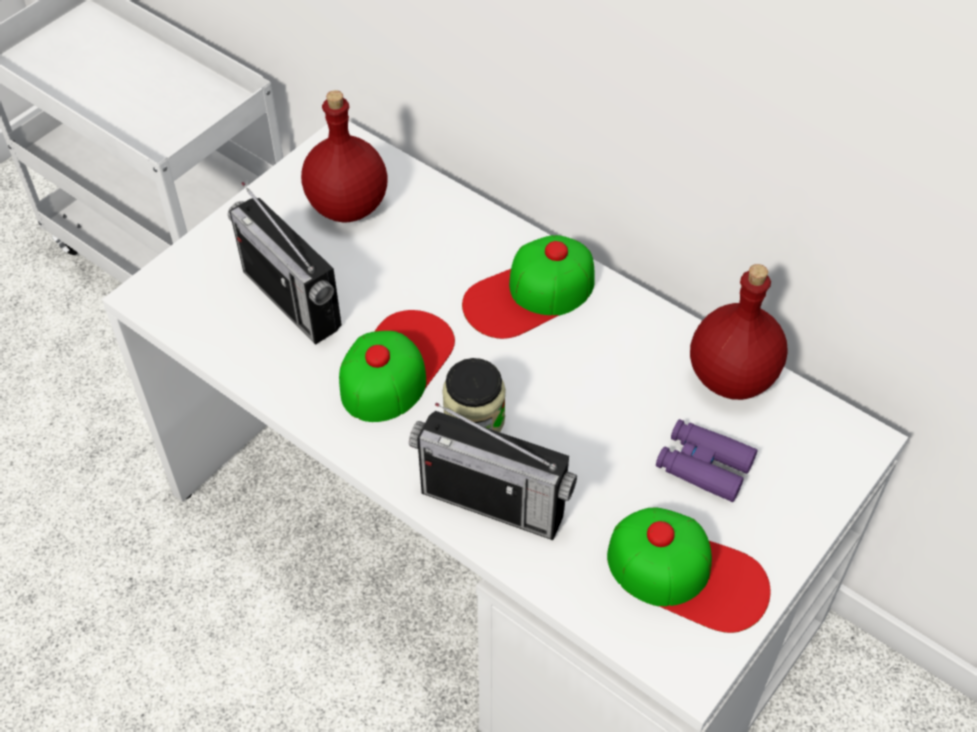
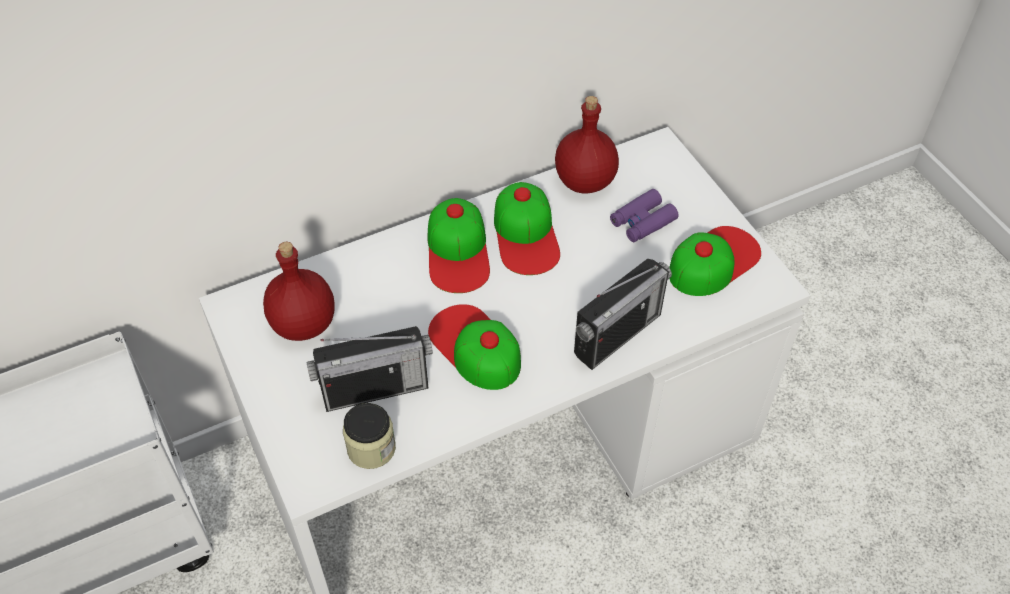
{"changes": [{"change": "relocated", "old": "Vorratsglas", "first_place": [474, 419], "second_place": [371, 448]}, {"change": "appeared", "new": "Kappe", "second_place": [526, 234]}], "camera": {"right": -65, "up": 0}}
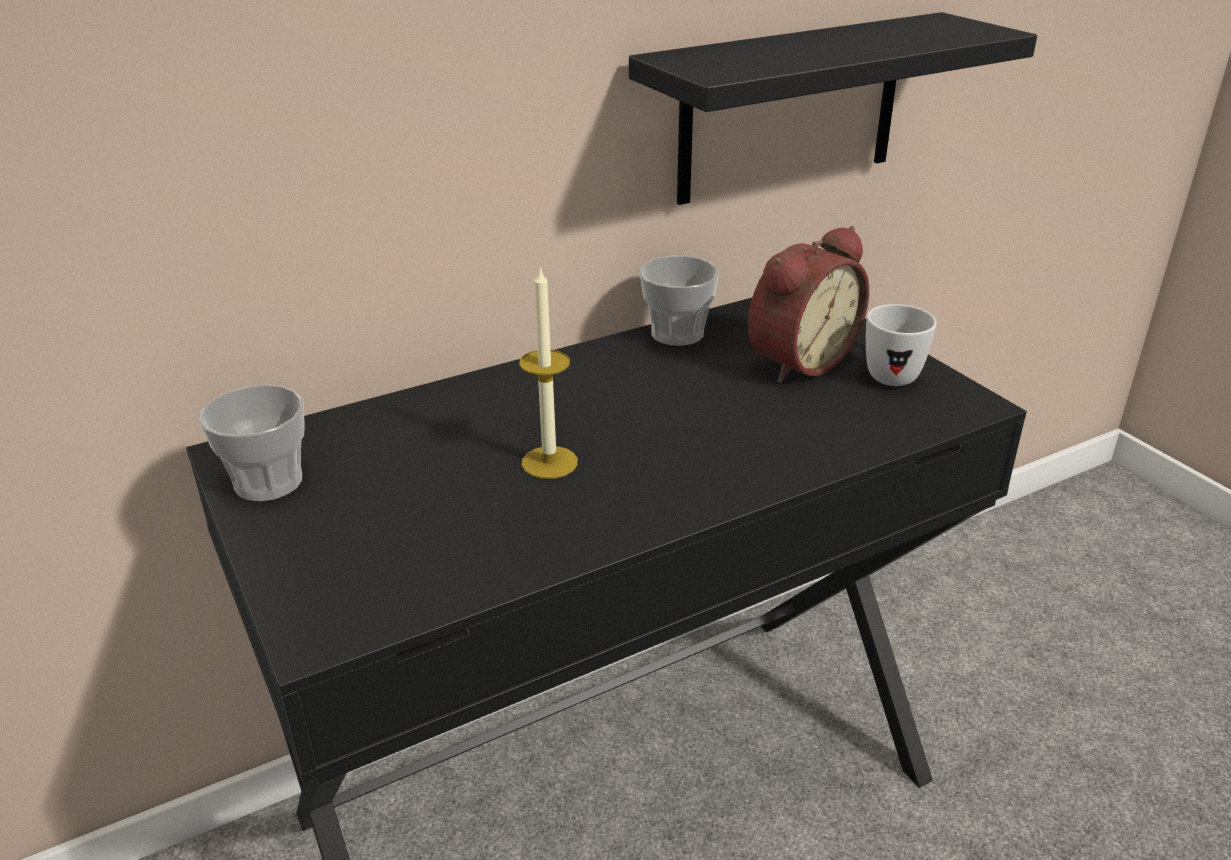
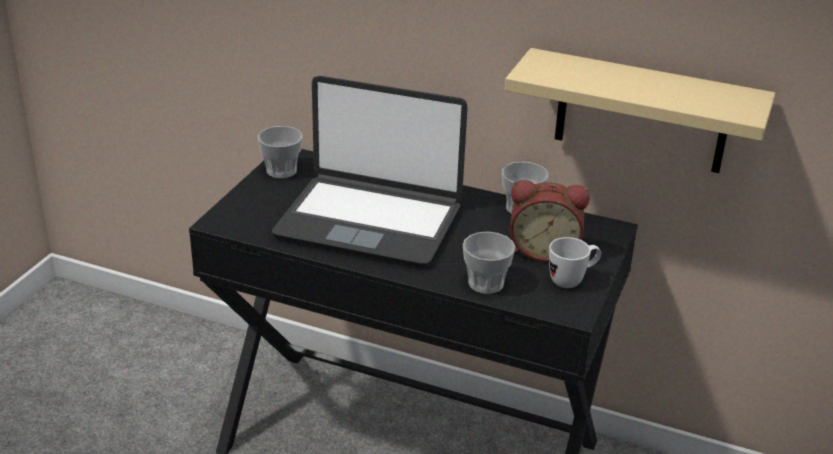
{"changes": [{"change": "exchanged", "old": "Kerze", "new": "Laptop", "first_place": [549, 462], "second_place": [370, 221]}, {"change": "colour", "old": "Wandregal [schwarz]", "new": "Wandregal [beige]", "first_place": [790, 109], "second_place": [642, 112]}, {"change": "appeared", "new": "Tasse", "second_place": [486, 283]}], "camera": {"right": 50, "up": 0}}
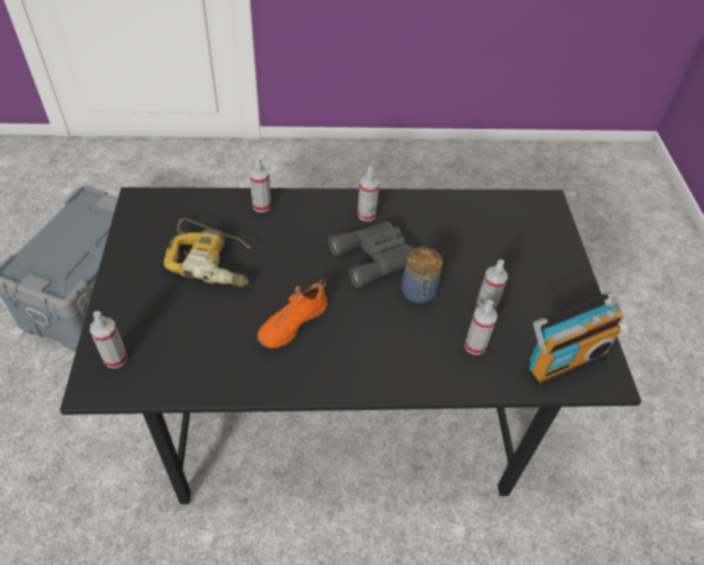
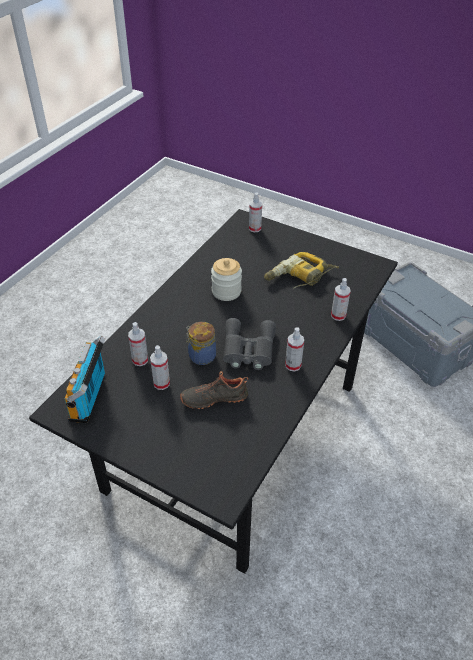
{"changes": [{"change": "exchanged", "old": "Schuh [orange]", "new": "Vorratsglas", "first_place": [291, 322], "second_place": [226, 291]}, {"change": "appeared", "new": "Schuh [schwarz]", "second_place": [214, 397]}], "camera": {"right": 125, "up": -5}}
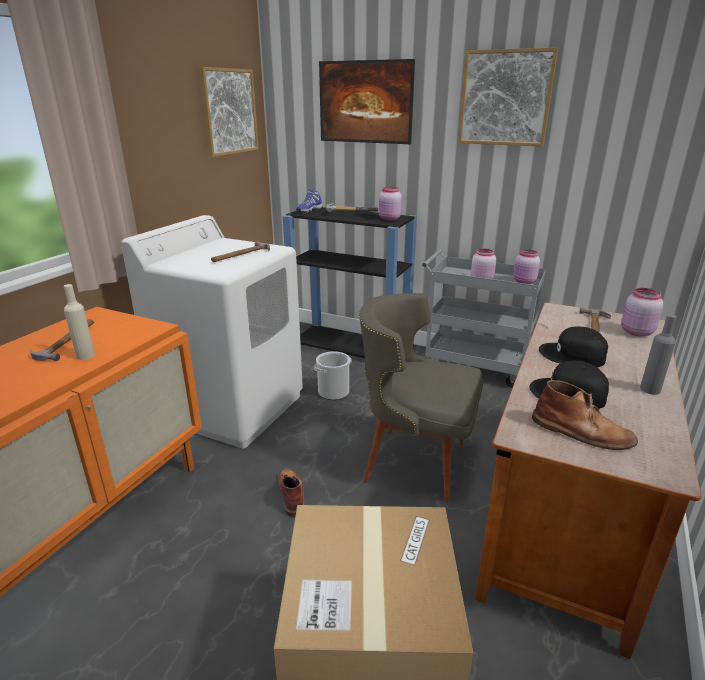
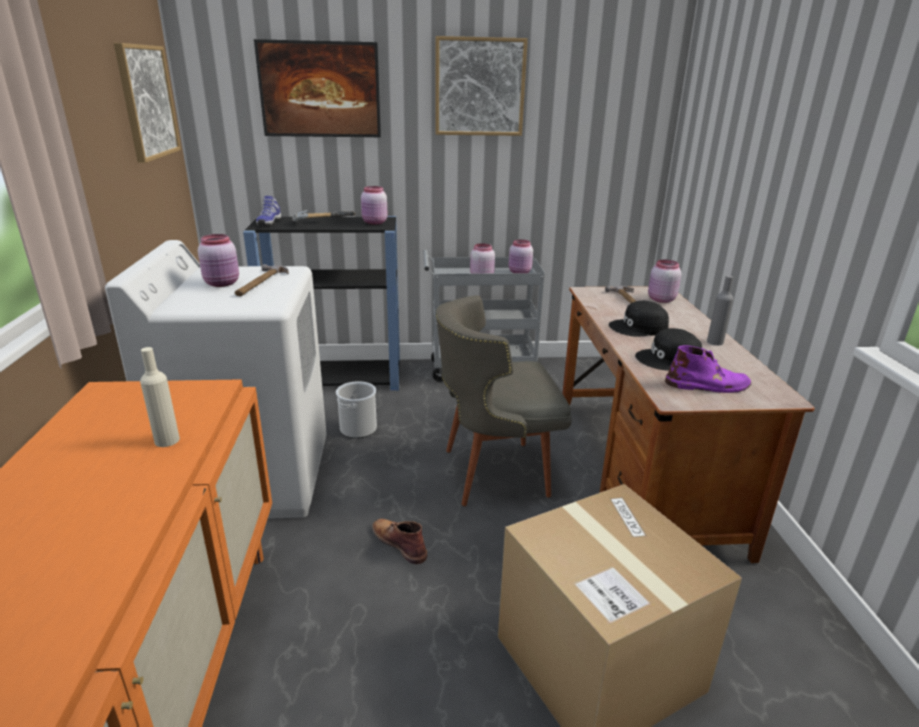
{"changes": [{"change": "missing", "old": "Hammer", "first_place": [67, 341]}, {"change": "colour", "old": "Stiefel [braun]", "new": "Stiefel [lila]", "first_place": [582, 432], "second_place": [708, 385]}, {"change": "appeared", "new": "Vorratsglas [rosa]", "second_place": [223, 283]}], "camera": {"right": -30, "up": 0}}
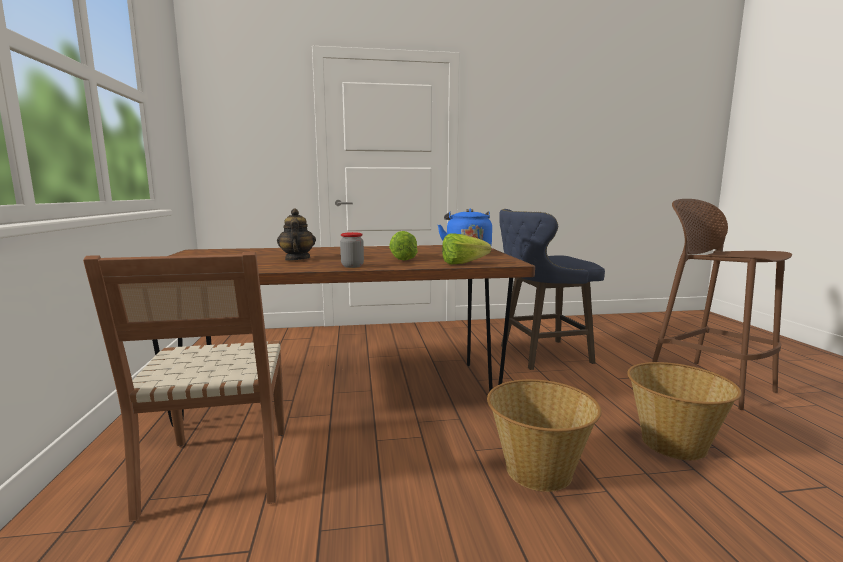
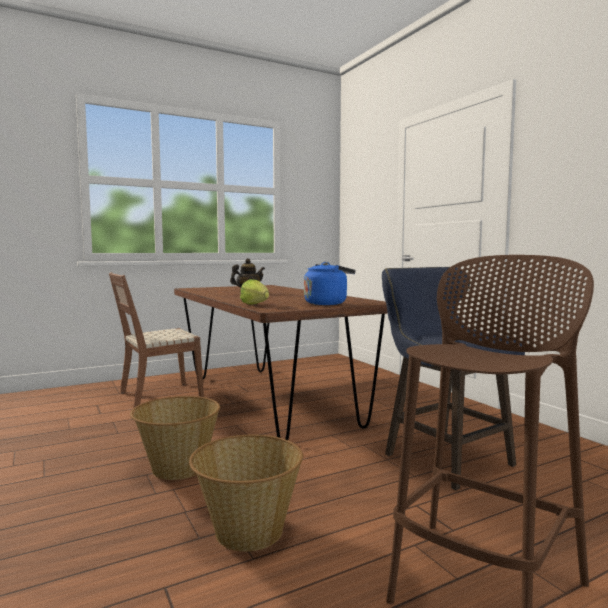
{"changes": [{"change": "missing", "old": "Vorratsglas", "first_place": [352, 266]}, {"change": "missing", "old": "Salatkopf", "first_place": [404, 258]}], "camera": {"right": 70, "up": -5}}
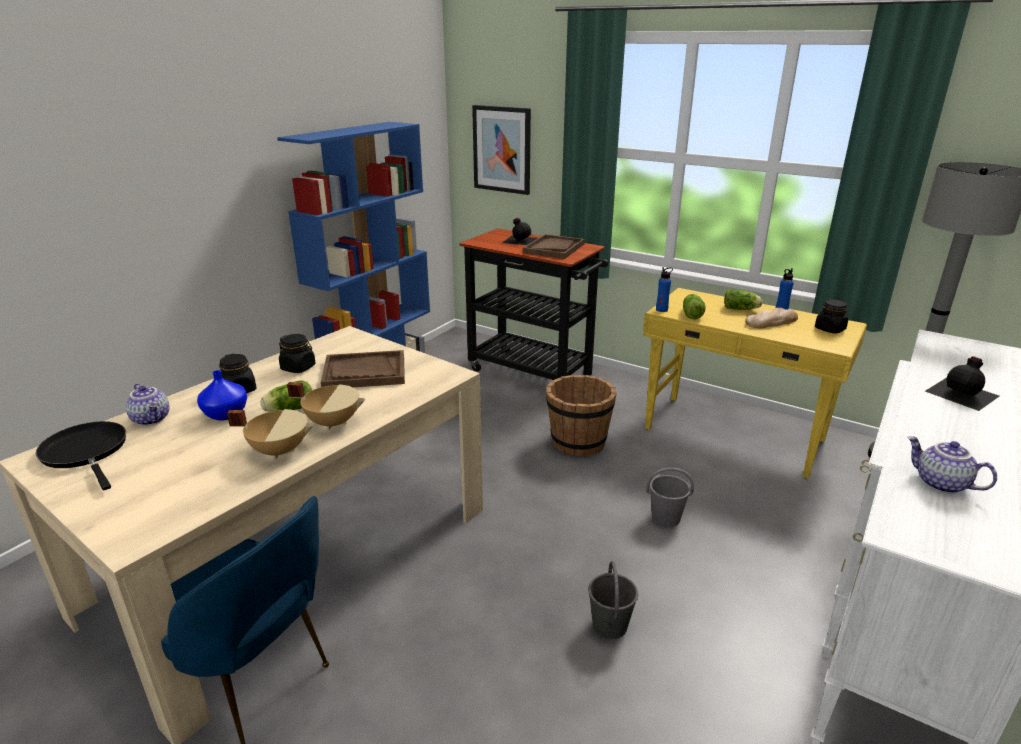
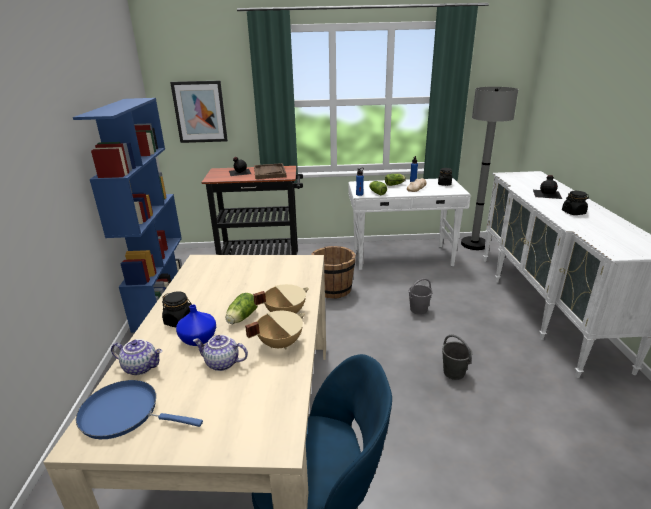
{"changes": [{"change": "colour", "old": "Pfanne [schwarz]", "new": "Pfanne [blau]", "first_place": [86, 452], "second_place": [125, 413]}, {"change": "relocated", "old": "Vorratsglas [schwarz]", "first_place": [298, 368], "second_place": [573, 212]}, {"change": "missing", "old": "Tablett [braun]", "first_place": [364, 372]}, {"change": "colour", "old": "Konsolentisch [gelb]", "new": "Konsolentisch [weiß]", "first_place": [734, 435], "second_place": [402, 257]}, {"change": "relocated", "old": "Teekanne", "first_place": [940, 484], "second_place": [221, 364]}], "camera": {"right": -35, "up": 0}}
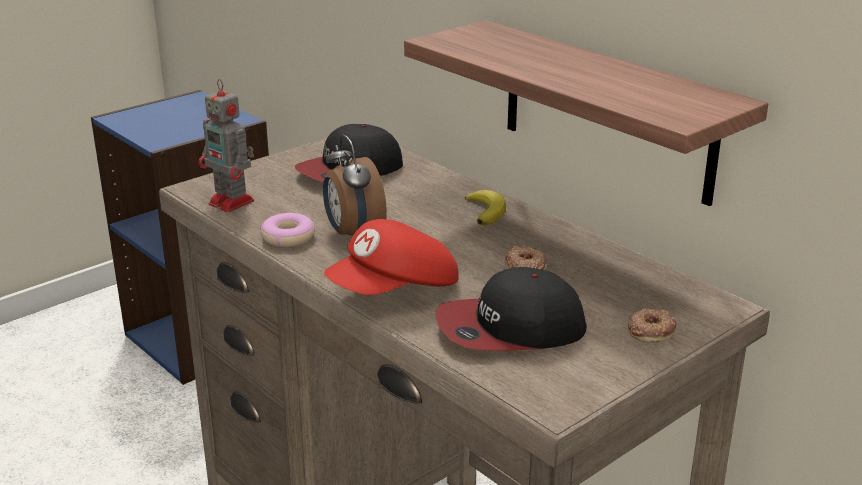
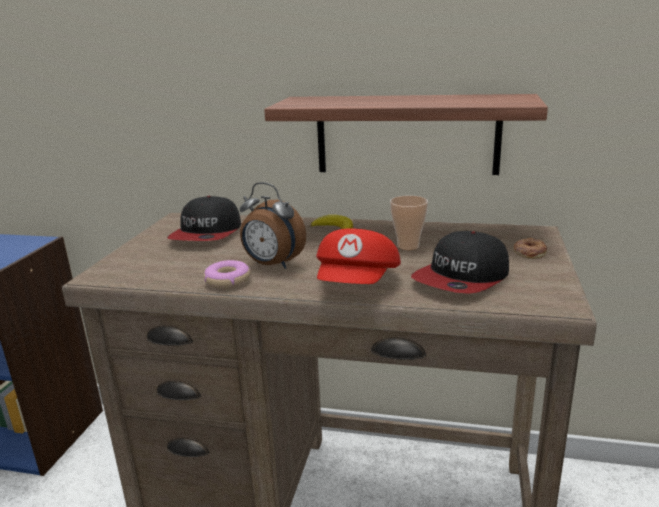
{"changes": [{"change": "missing", "old": "Spielzeugroboter", "first_place": [233, 203]}, {"change": "exchanged", "old": "Donut", "new": "Tasse", "first_place": [525, 266], "second_place": [408, 246]}], "camera": {"right": -35, "up": -5}}
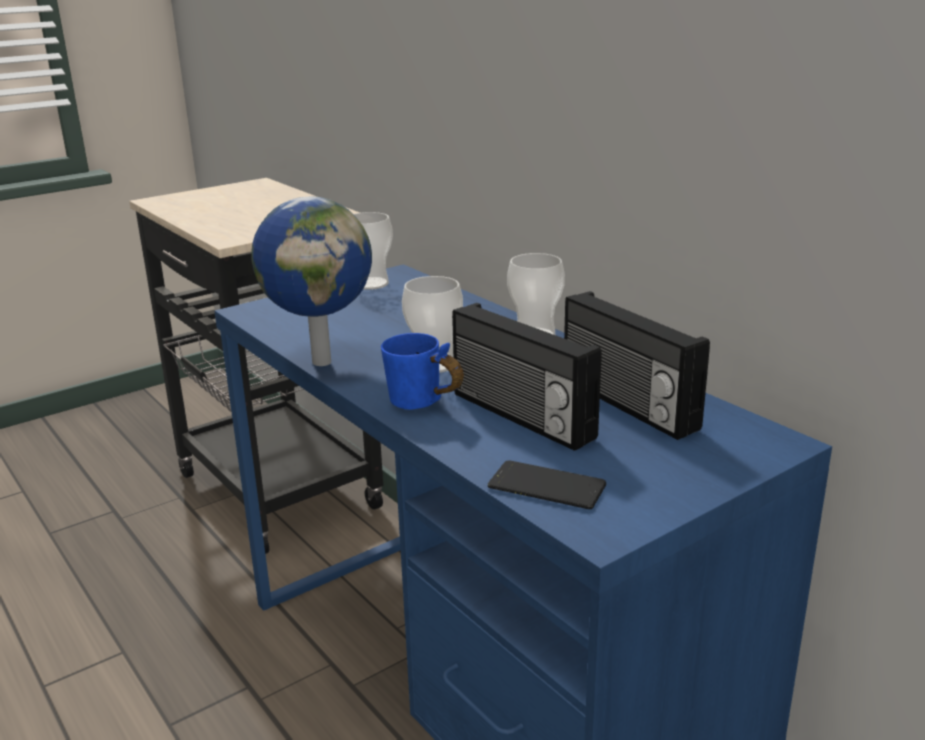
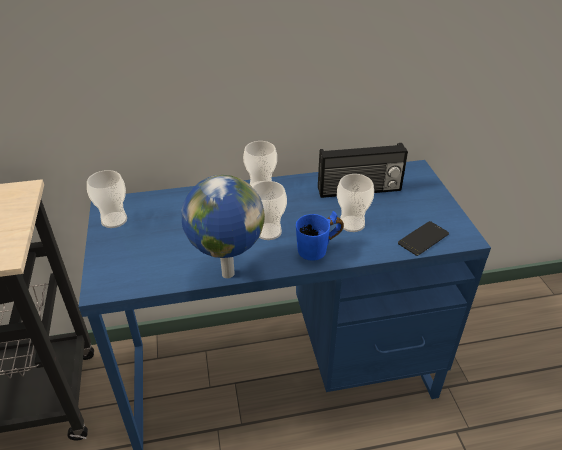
{"changes": [{"change": "exchanged", "old": "Radio", "new": "Tasse", "first_place": [520, 416], "second_place": [352, 224]}], "camera": {"right": -65, "up": 15}}
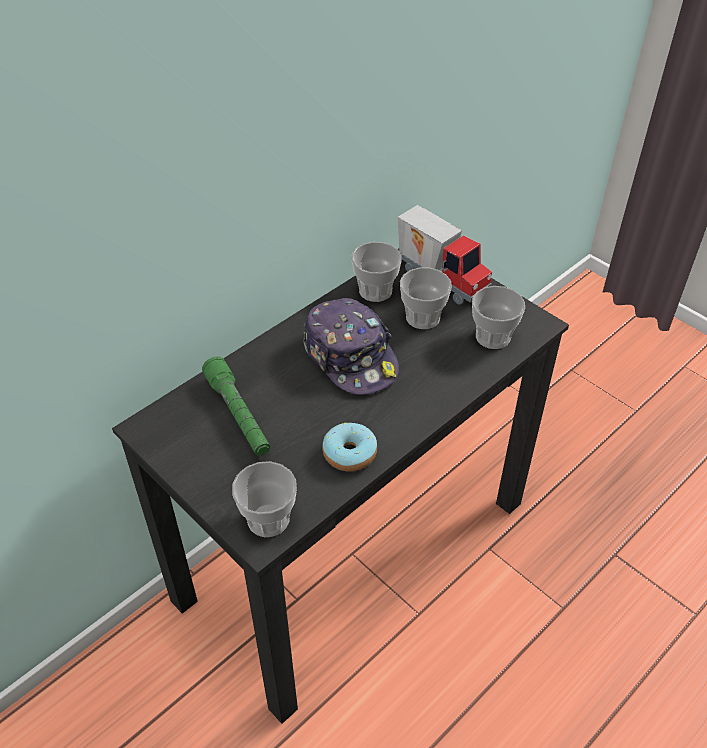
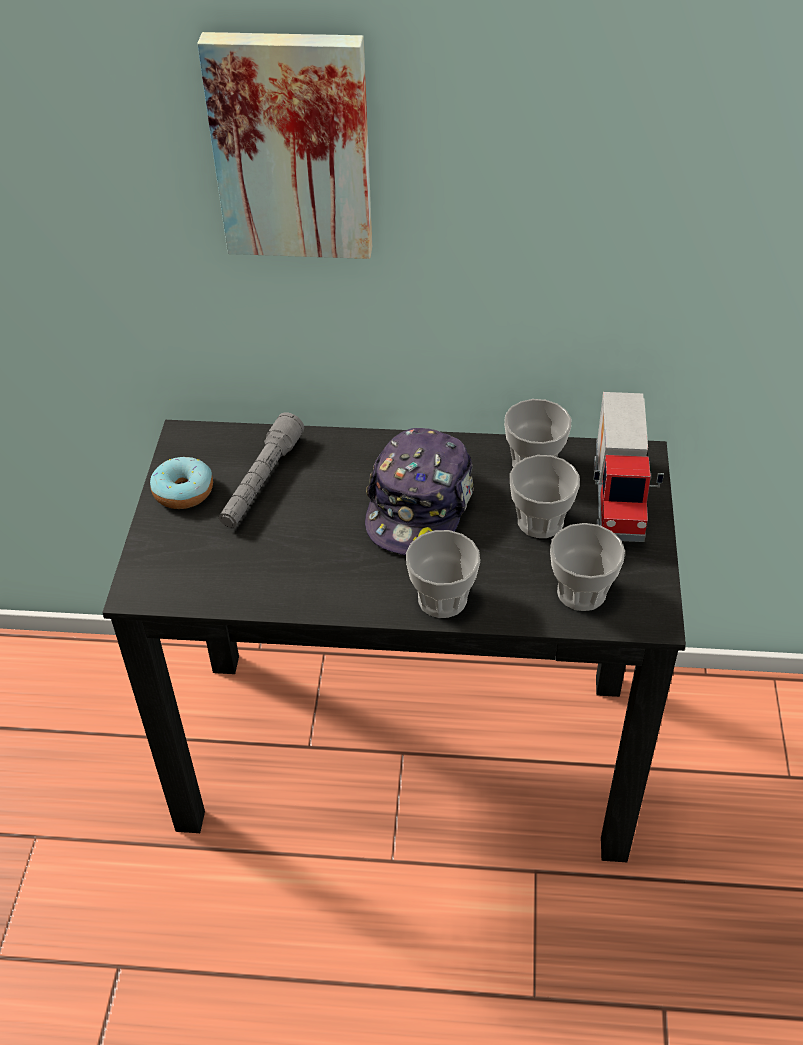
{"changes": [{"change": "colour", "old": "Taschenlampe [grün]", "new": "Taschenlampe [grau]", "first_place": [238, 414], "second_place": [261, 481]}, {"change": "relocated", "old": "Tasse", "first_place": [268, 519], "second_place": [442, 599]}, {"change": "relocated", "old": "Donut", "first_place": [349, 453], "second_place": [183, 491]}, {"change": "appeared", "new": "Bild", "second_place": [292, 146]}], "camera": {"right": 50, "up": 0}}
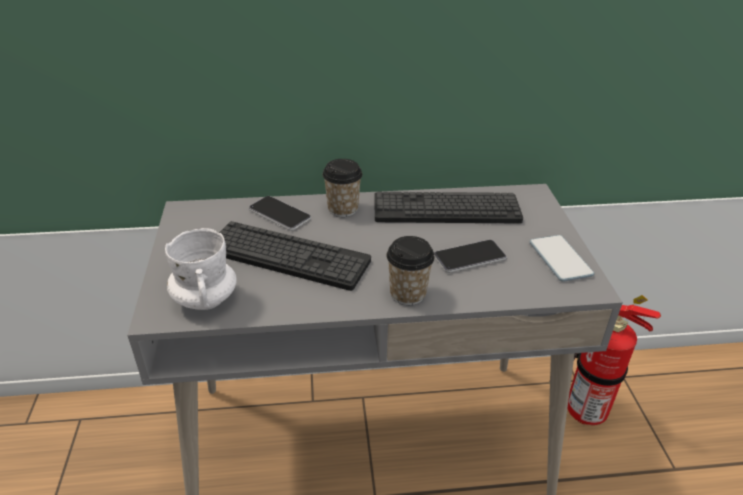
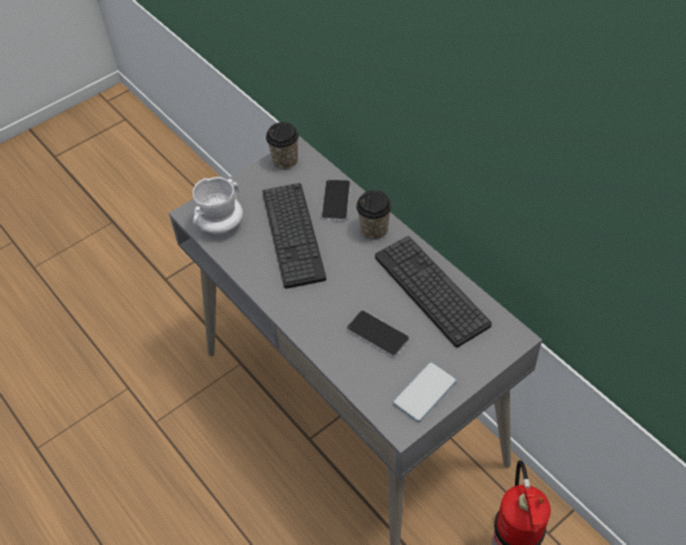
{"changes": [{"change": "relocated", "old": "Tasse", "first_place": [408, 294], "second_place": [285, 161]}], "camera": {"right": 60, "up": 15}}
